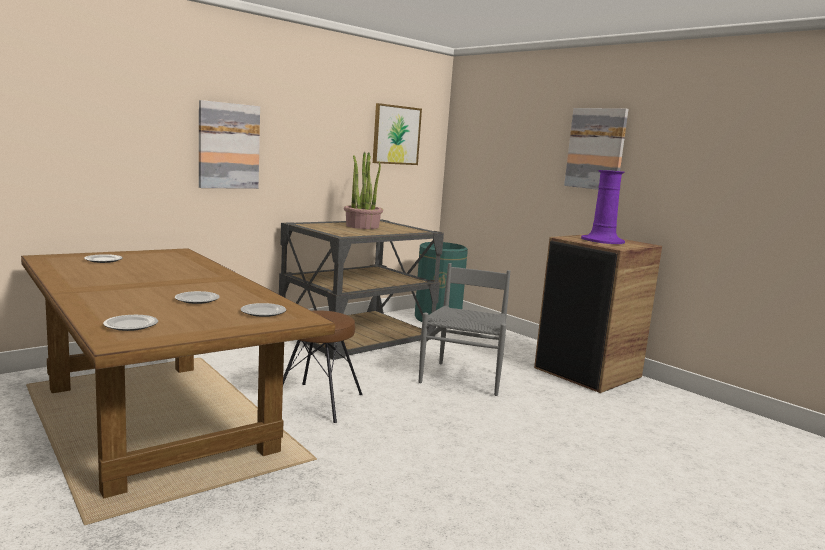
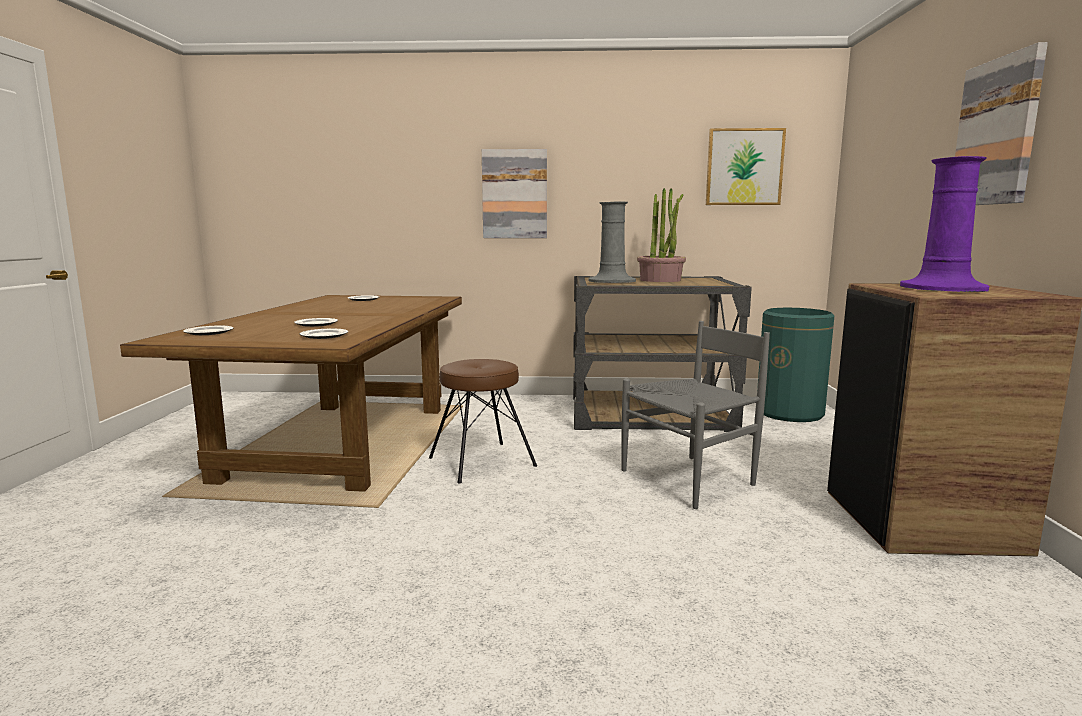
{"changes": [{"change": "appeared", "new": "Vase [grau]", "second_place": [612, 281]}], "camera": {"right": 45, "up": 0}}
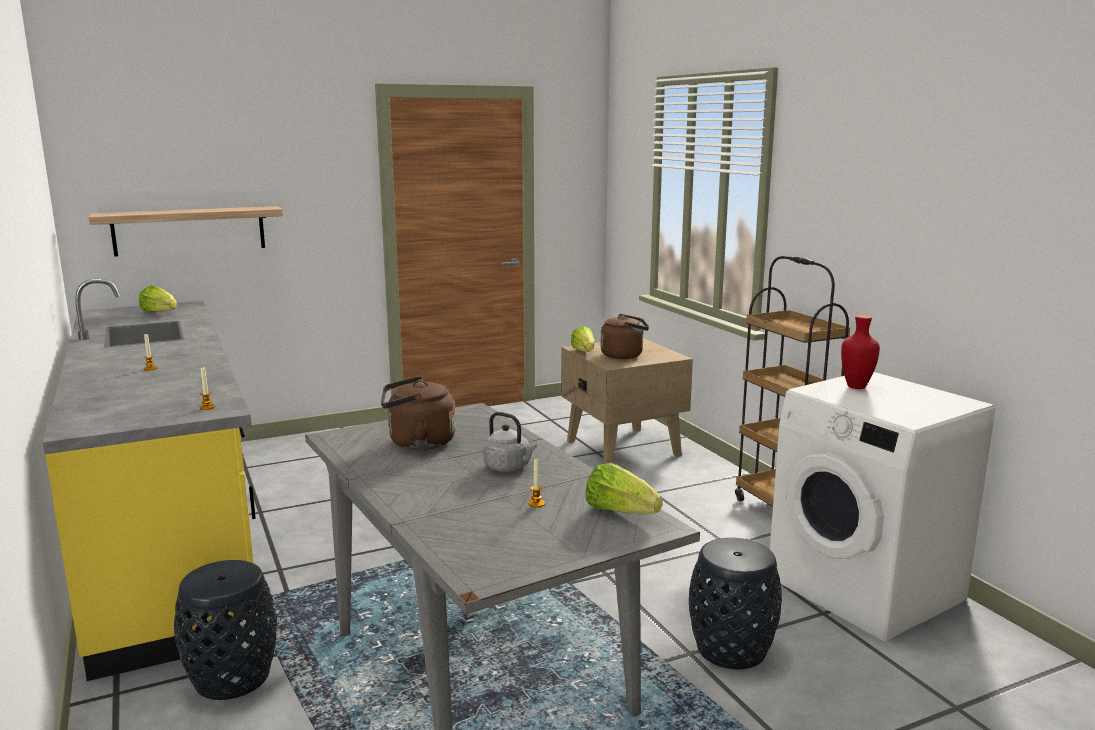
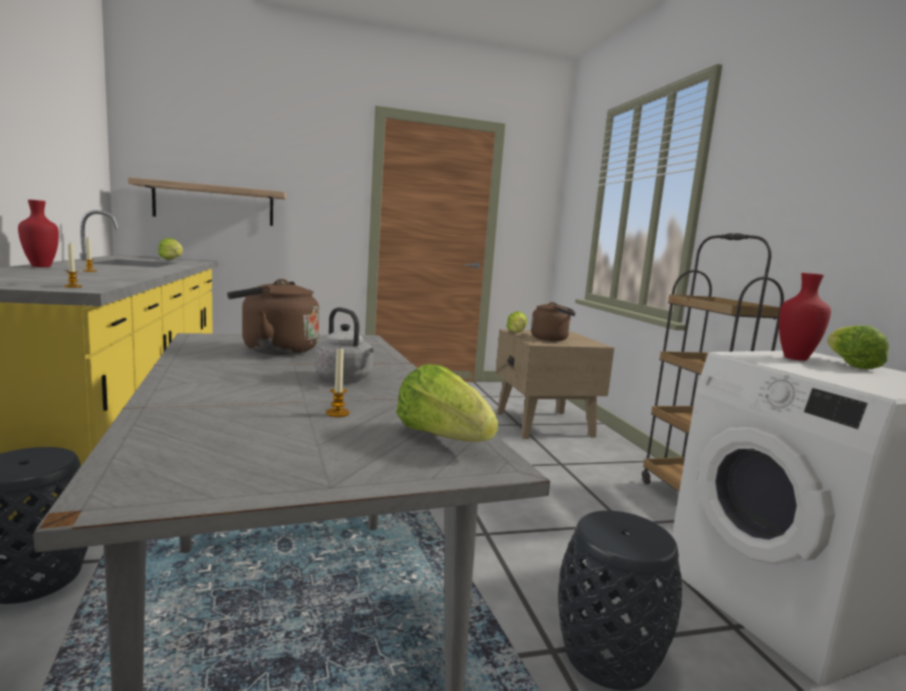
{"changes": [{"change": "appeared", "new": "Vase [rot]", "second_place": [39, 266]}, {"change": "appeared", "new": "Salatkopf", "second_place": [849, 365]}], "camera": {"right": 10, "up": -5}}
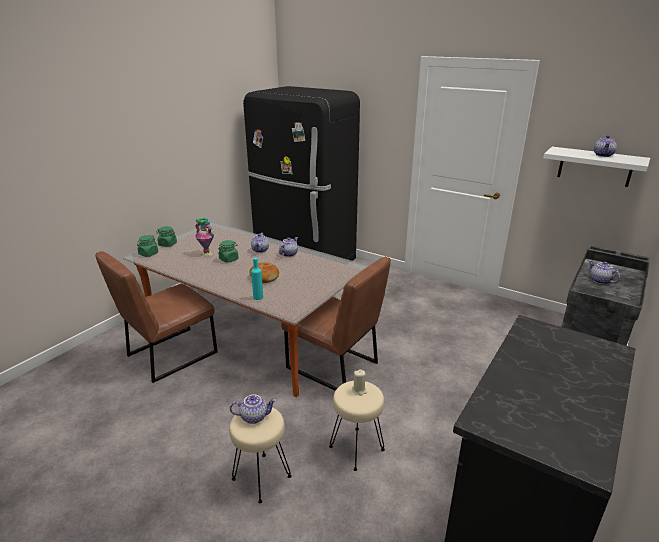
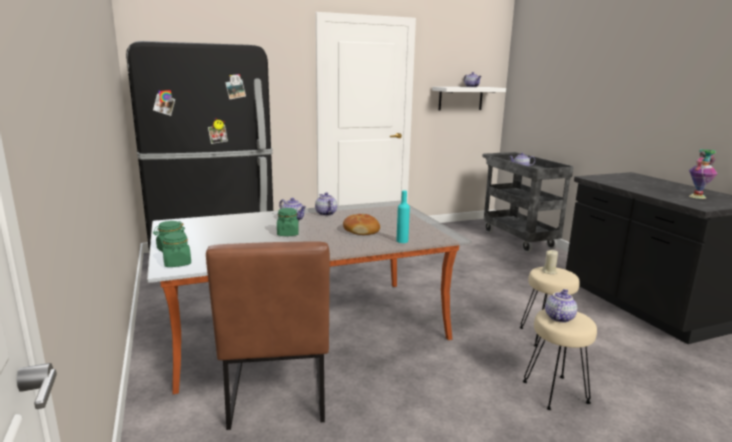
{"changes": [{"change": "relocated", "old": "Vase", "first_place": [207, 253], "second_place": [697, 196]}, {"change": "missing", "old": "Stuhl [braun]", "first_place": [334, 366]}], "camera": {"right": -55, "up": -10}}
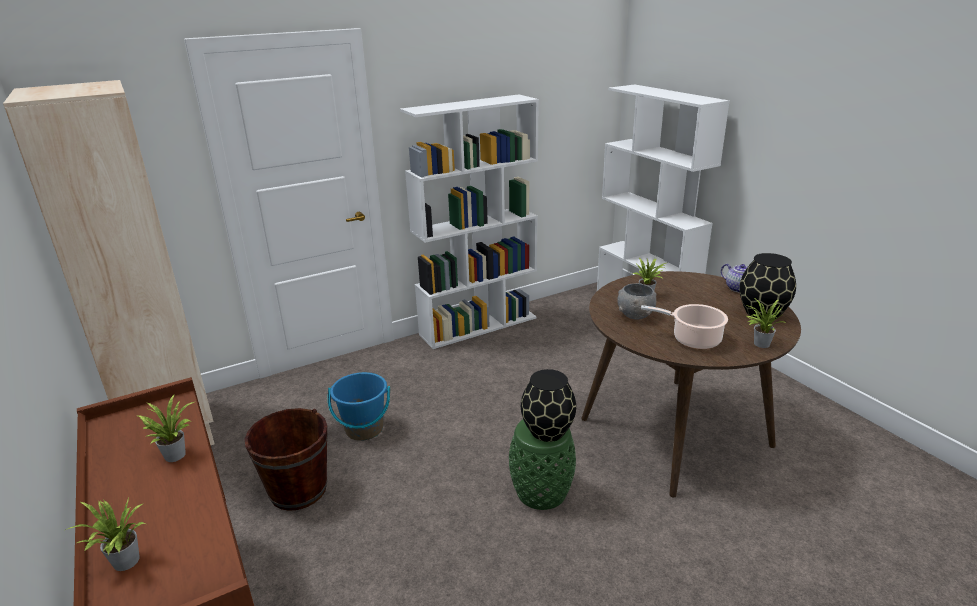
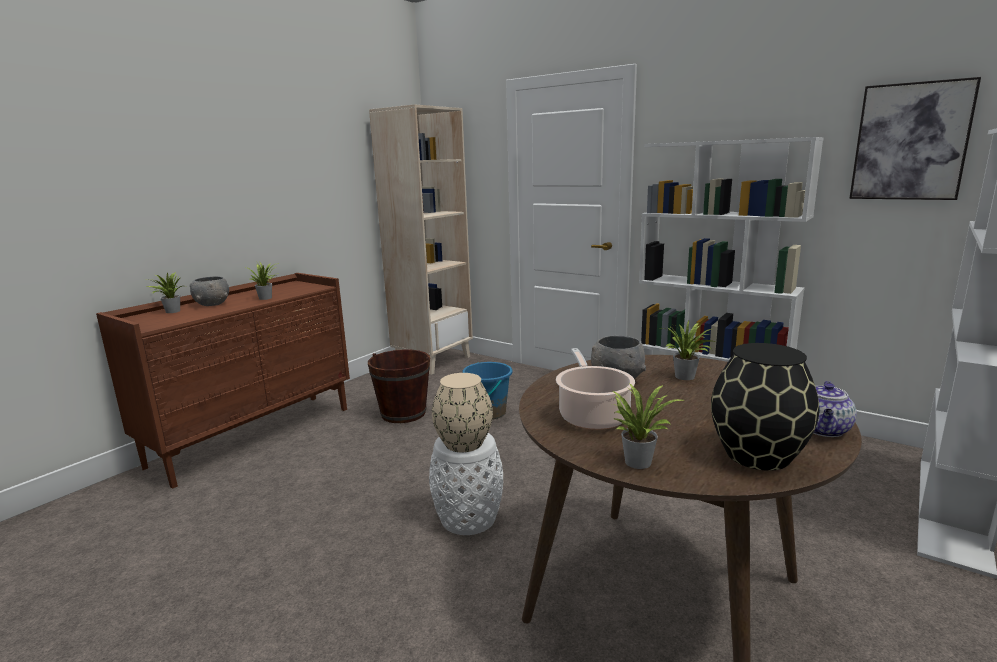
{"changes": [{"change": "colour", "old": "Hocker [grün]", "new": "Hocker [weiß]", "first_place": [541, 492], "second_place": [468, 518]}, {"change": "colour", "old": "Vase [schwarz]", "new": "Vase [beige]", "first_place": [548, 431], "second_place": [464, 444]}, {"change": "appeared", "new": "Schüssel [grau]", "second_place": [212, 304]}, {"change": "appeared", "new": "Bild", "second_place": [910, 142]}], "camera": {"right": 65, "up": -10}}
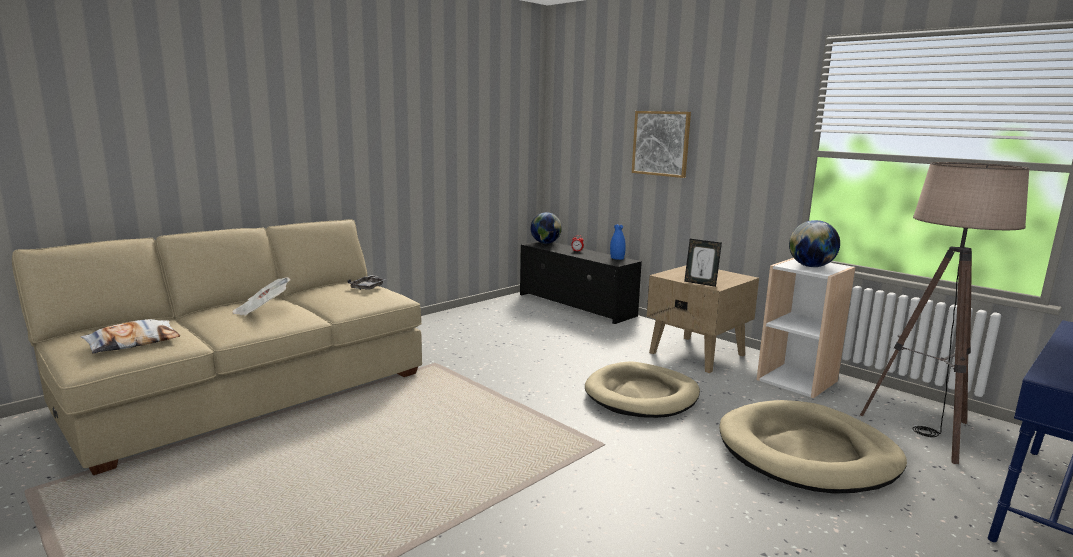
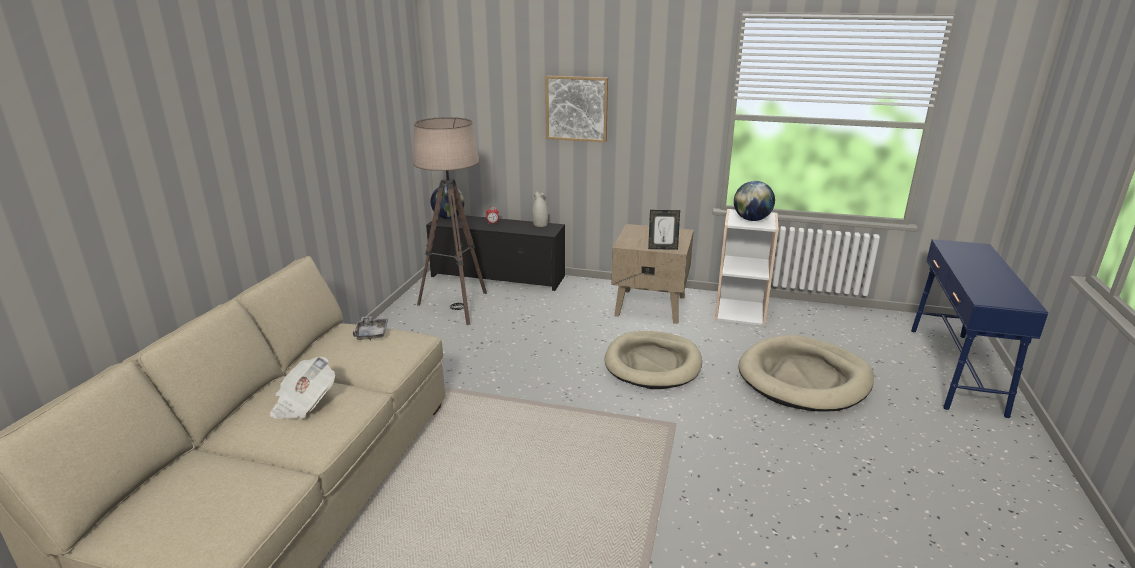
{"changes": [{"change": "missing", "old": "Kissen", "first_place": [133, 342]}, {"change": "colour", "old": "Vase [blau]", "new": "Vase [weiß]", "first_place": [617, 258], "second_place": [540, 225]}, {"change": "relocated", "old": "Stehlampe", "first_place": [925, 432], "second_place": [457, 307]}], "camera": {"right": -30, "up": 10}}
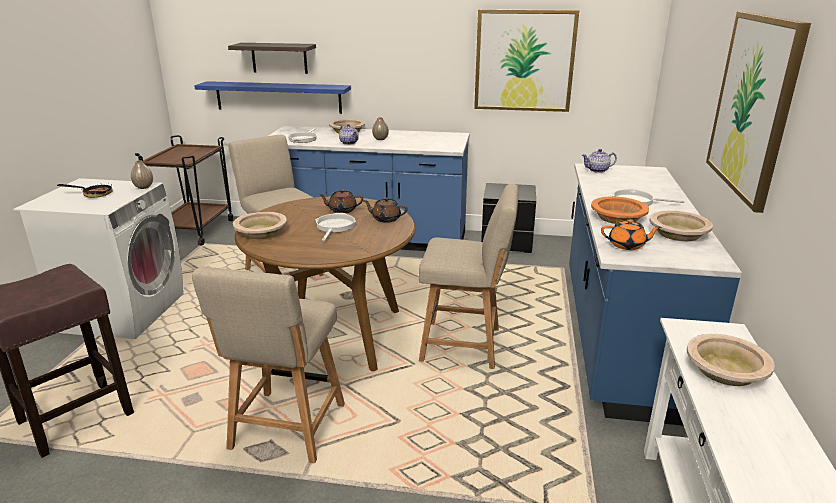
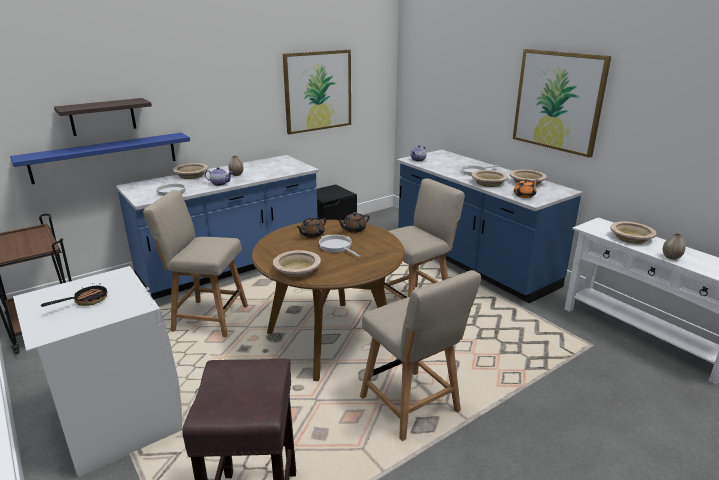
{"changes": [{"change": "relocated", "old": "Vase", "first_place": [144, 187], "second_place": [671, 257]}, {"change": "colour", "old": "Schüssel [orange]", "new": "Schüssel [beige]", "first_place": [618, 217], "second_place": [489, 183]}], "camera": {"right": -45, "up": 0}}
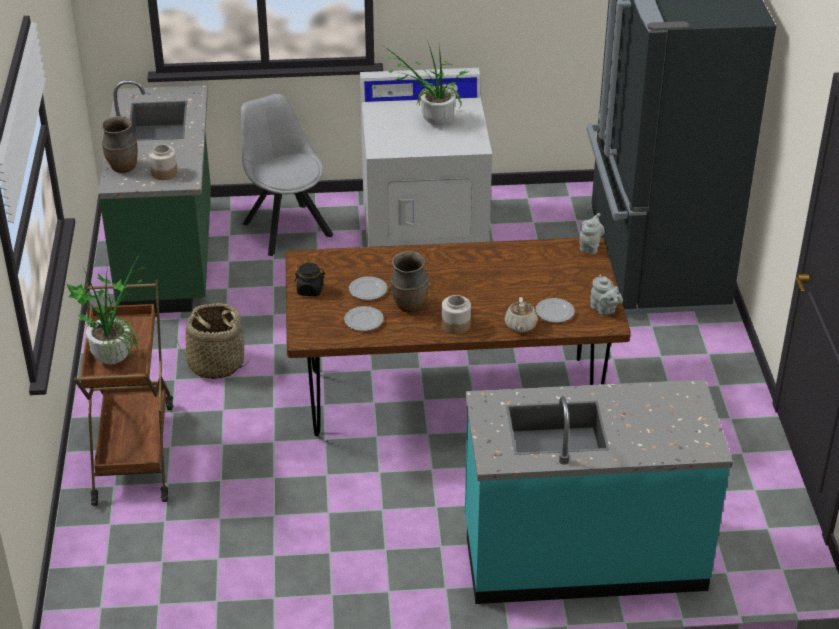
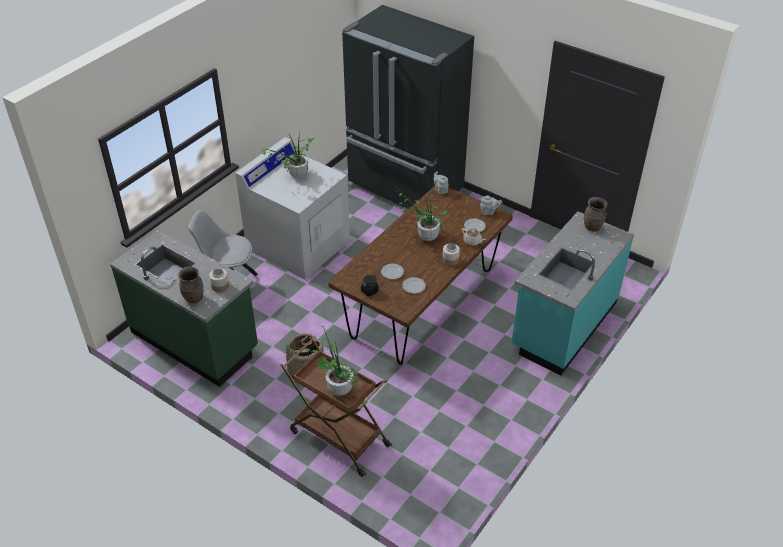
{"changes": [{"change": "relocated", "old": "Vase [braun]", "first_place": [409, 306], "second_place": [592, 227]}, {"change": "appeared", "new": "Topfpflanze", "second_place": [423, 236]}], "camera": {"right": -50, "up": 5}}
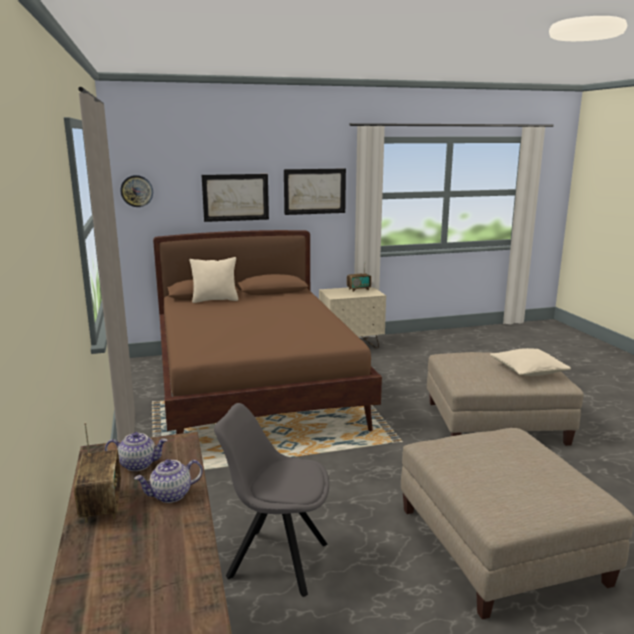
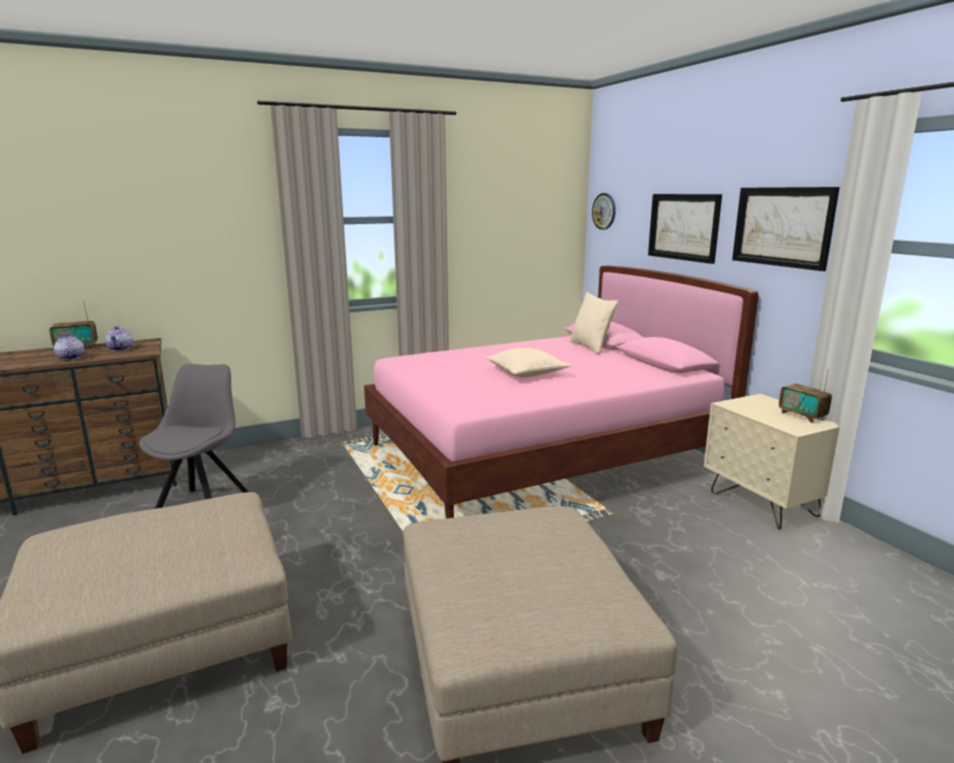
{"changes": [{"change": "colour", "old": "Bett [braun]", "new": "Bett [rosa]", "first_place": [255, 388], "second_place": [542, 457]}, {"change": "relocated", "old": "Kissen [beige]", "first_place": [528, 370], "second_place": [527, 373]}], "camera": {"right": 80, "up": 0}}
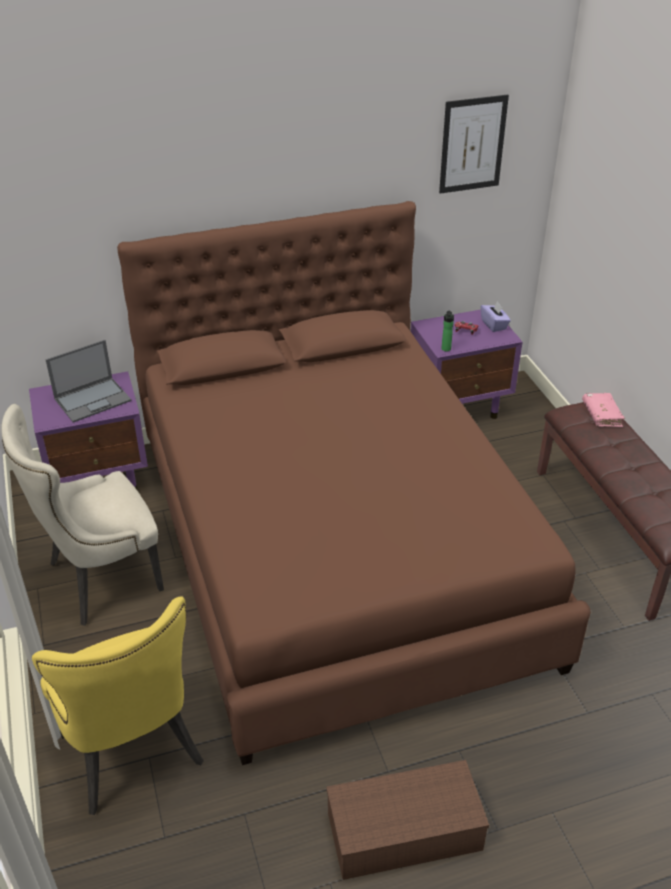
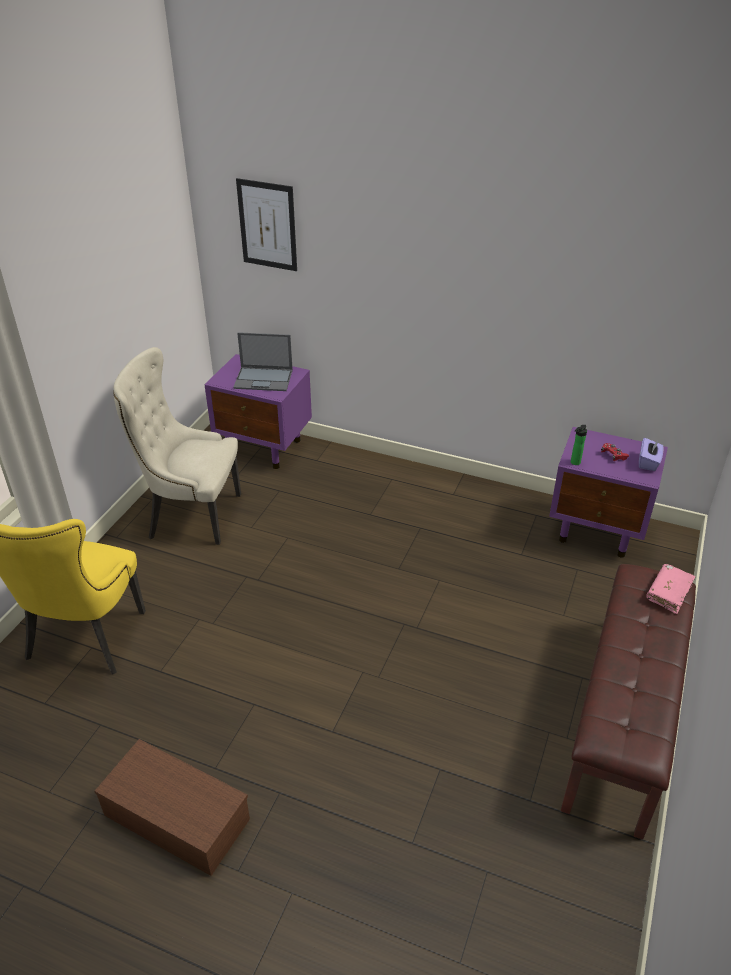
{"changes": [{"change": "missing", "old": "Bett [braun]", "first_place": [335, 545]}, {"change": "relocated", "old": "Bild", "first_place": [472, 144], "second_place": [267, 225]}], "camera": {"right": 40, "up": 0}}
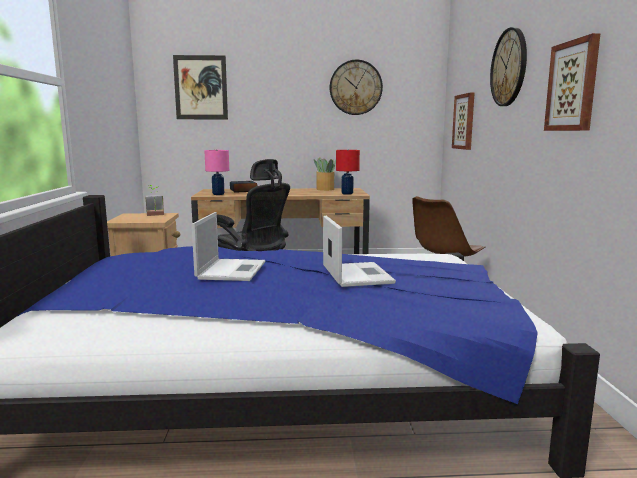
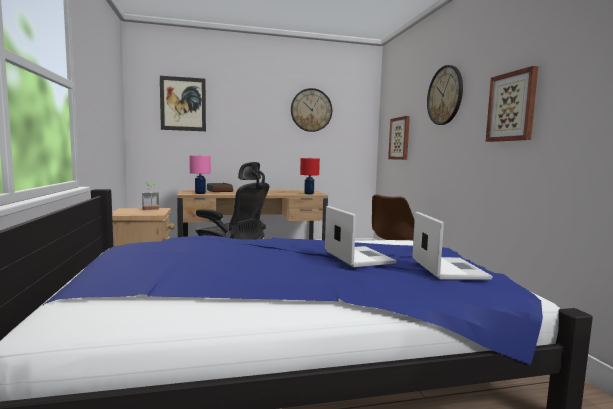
{"changes": [{"change": "relocated", "old": "Laptop", "first_place": [232, 270], "second_place": [447, 268]}, {"change": "missing", "old": "Topfpflanze", "first_place": [325, 189]}], "camera": {"right": -10, "up": -5}}
